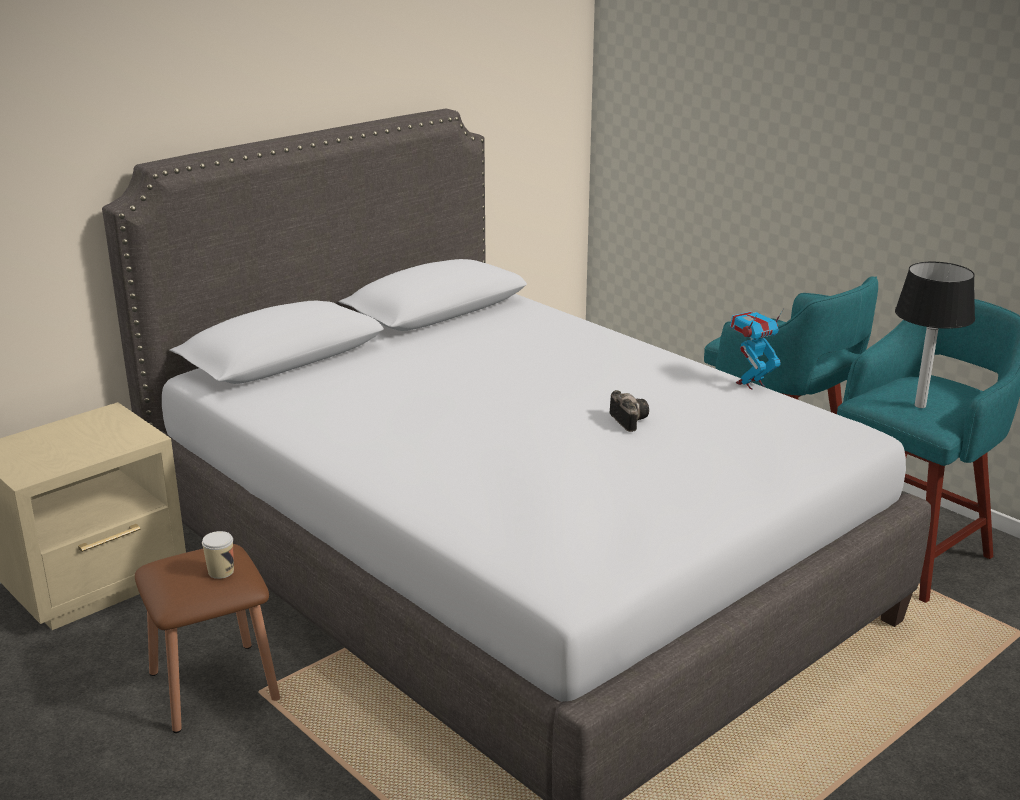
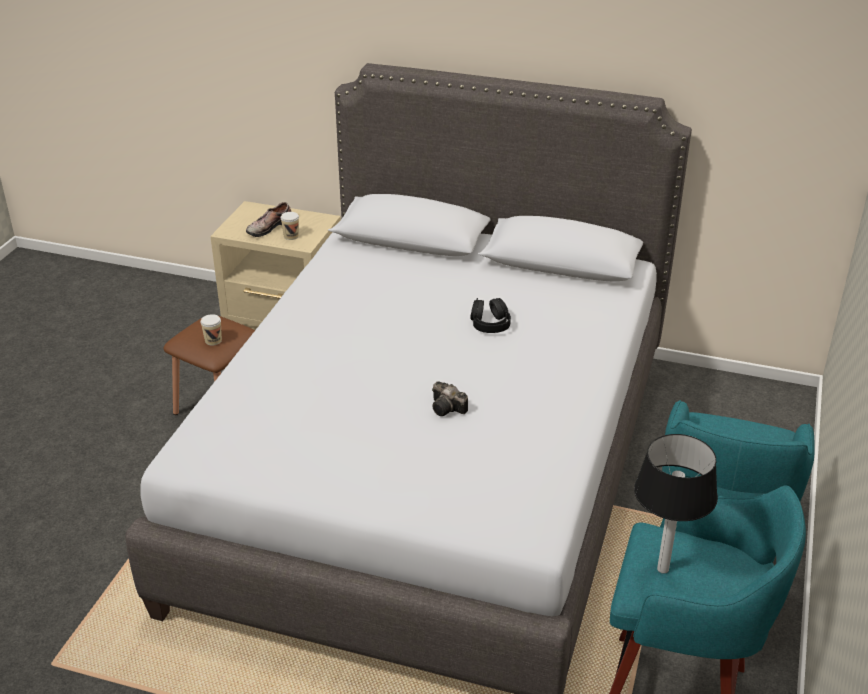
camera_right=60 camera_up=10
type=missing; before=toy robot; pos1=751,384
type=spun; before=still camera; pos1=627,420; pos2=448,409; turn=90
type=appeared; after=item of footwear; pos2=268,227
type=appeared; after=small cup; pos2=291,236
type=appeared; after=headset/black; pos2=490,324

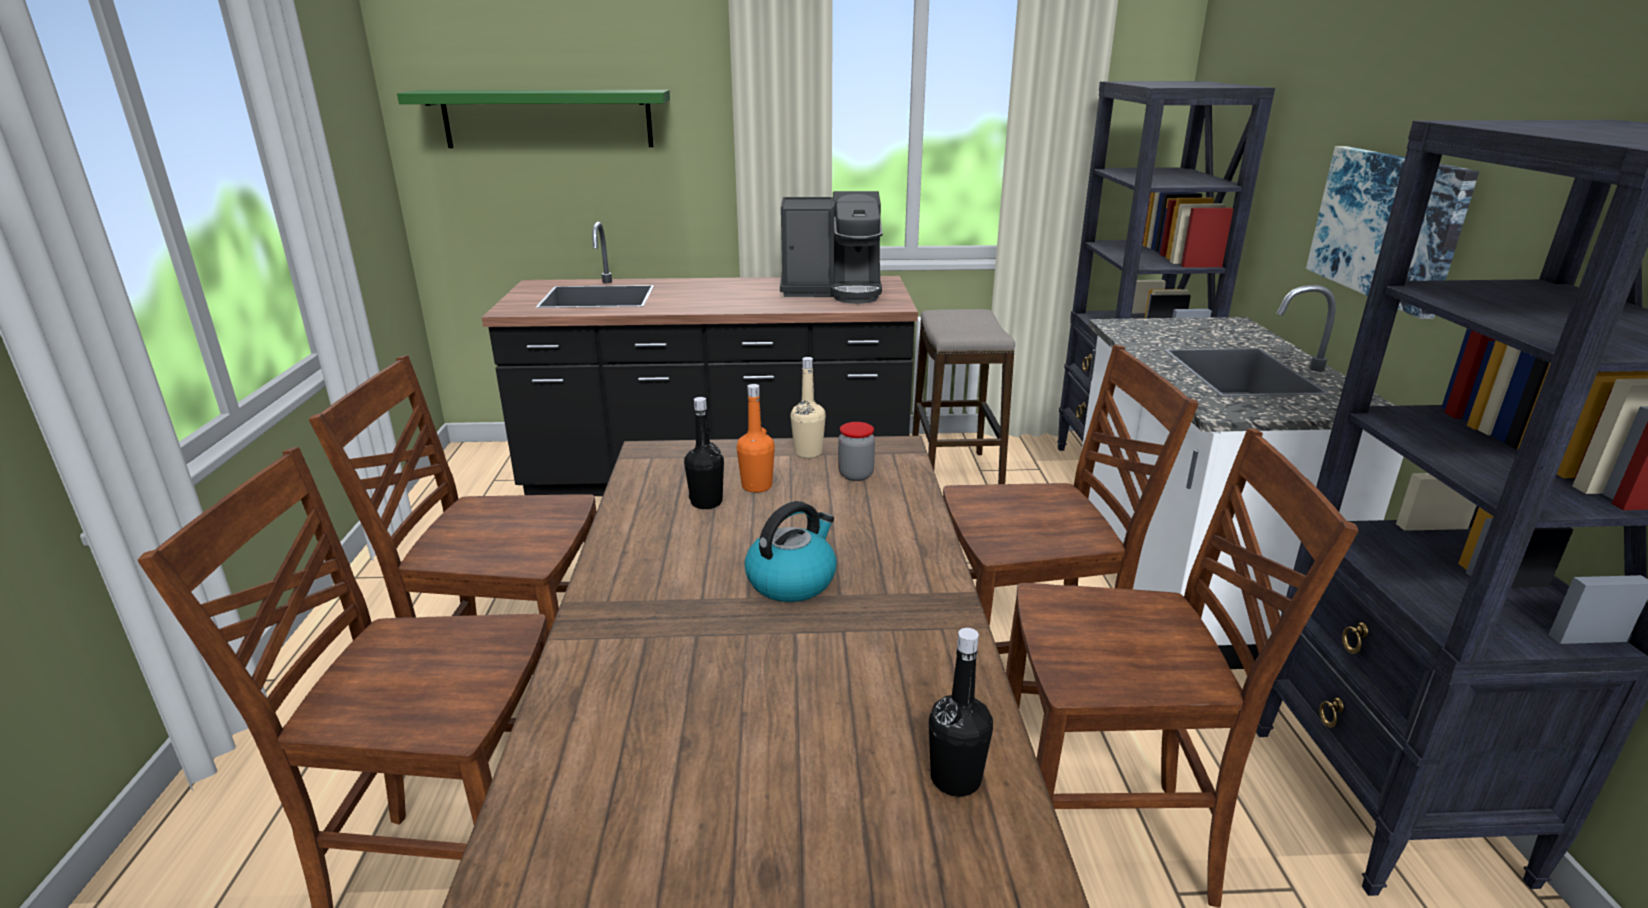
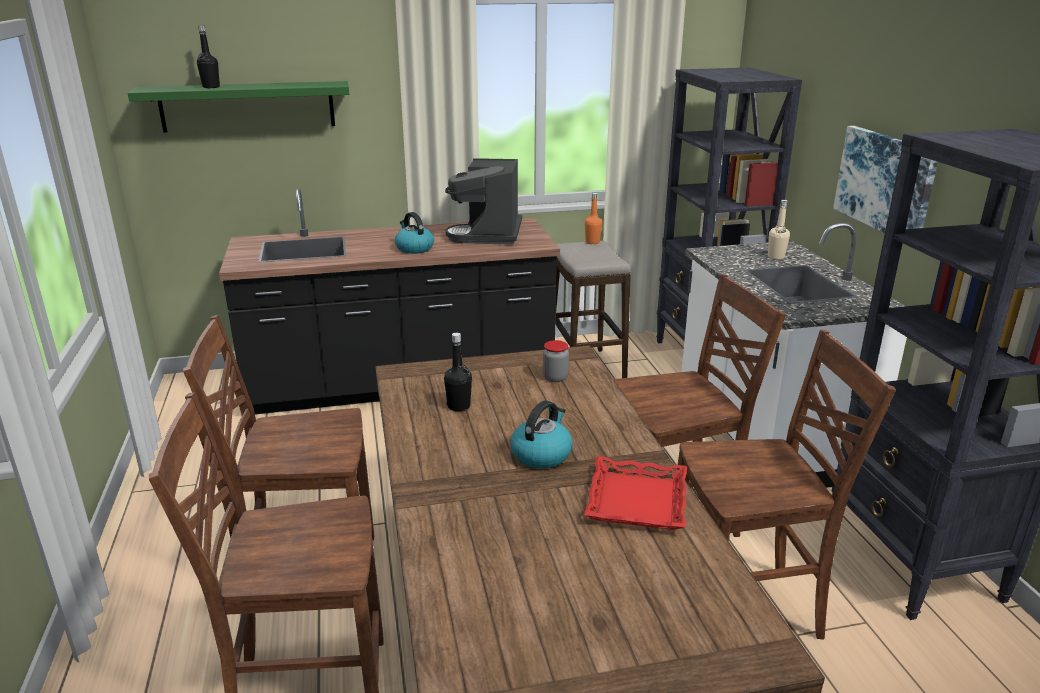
camera_right=-10 camera_up=0
type=spun; before=coffee machine; pos1=833,291; pos2=489,234; turn=105
type=relocated; before=beverage bottle/sand-coloured; pos1=808,453; pos2=776,257
type=relocated; before=beverage bottle/orange-coloured; pos1=757,486; pos2=592,242
type=relocated; before=beverage bottle/black; pos1=955,778; pos2=211,87
type=appeared; after=kettle; pos2=414,248
type=appeared; after=tray/reddish; pos2=638,501

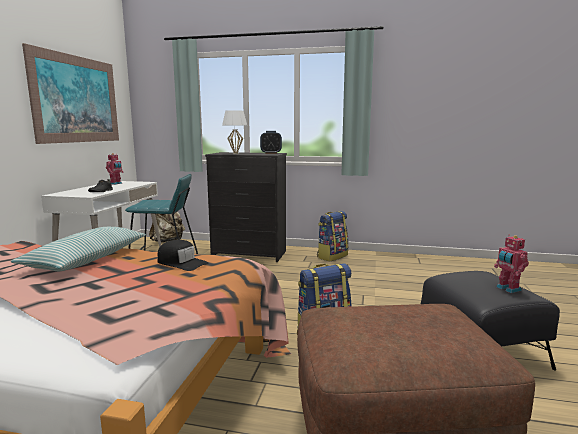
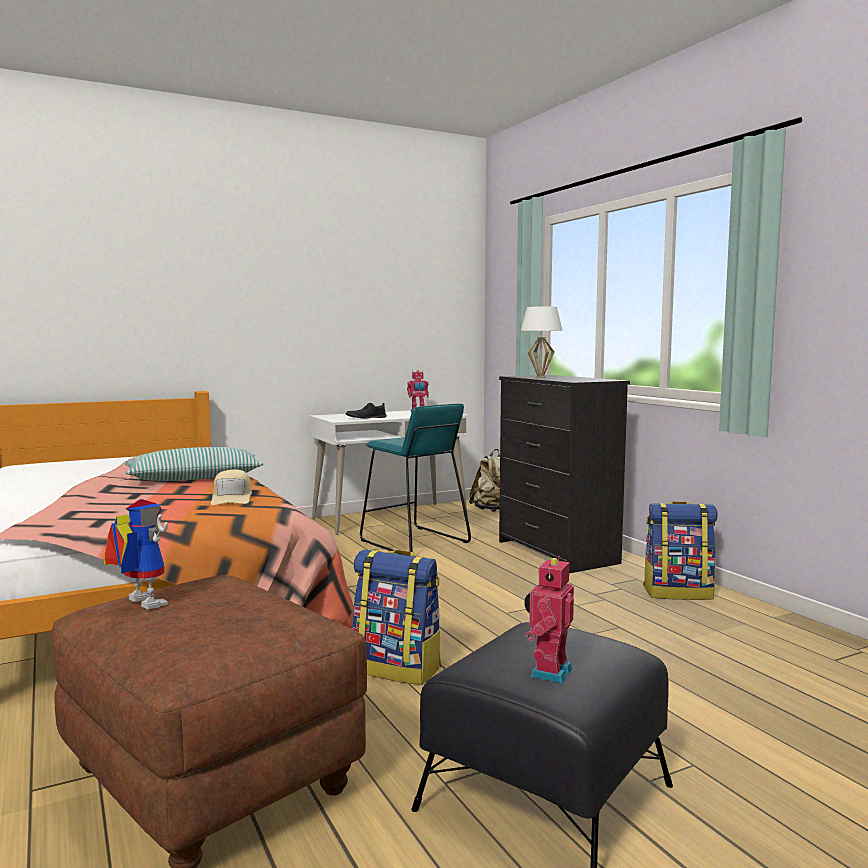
camera_right=50 camera_up=-5
type=missing; before=picture; pos1=77,99
type=missing; before=alarm clock; pos1=271,153
type=colour; before=cap/black; after=cap/sand-coloured; pos1=181,263; pos2=232,498
type=appeared; after=toy robot; pos2=138,603

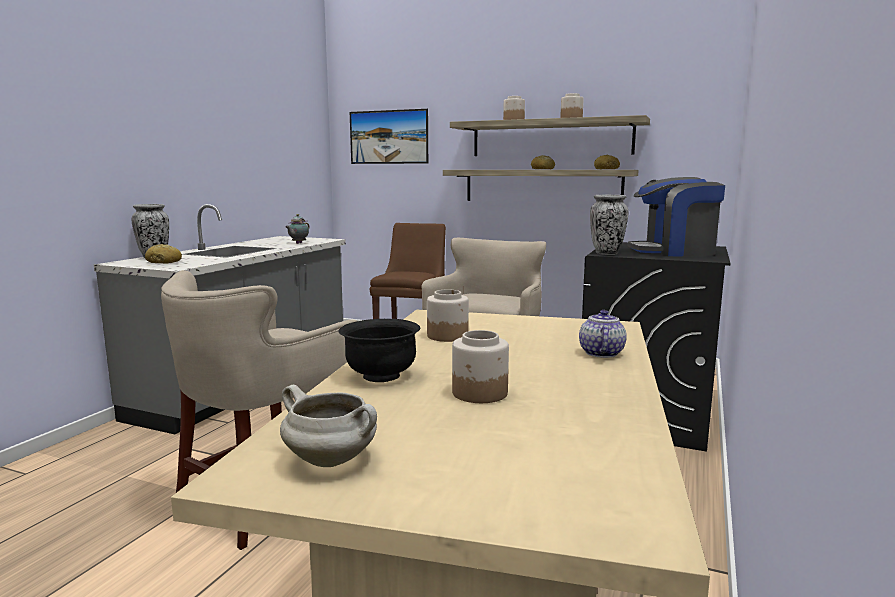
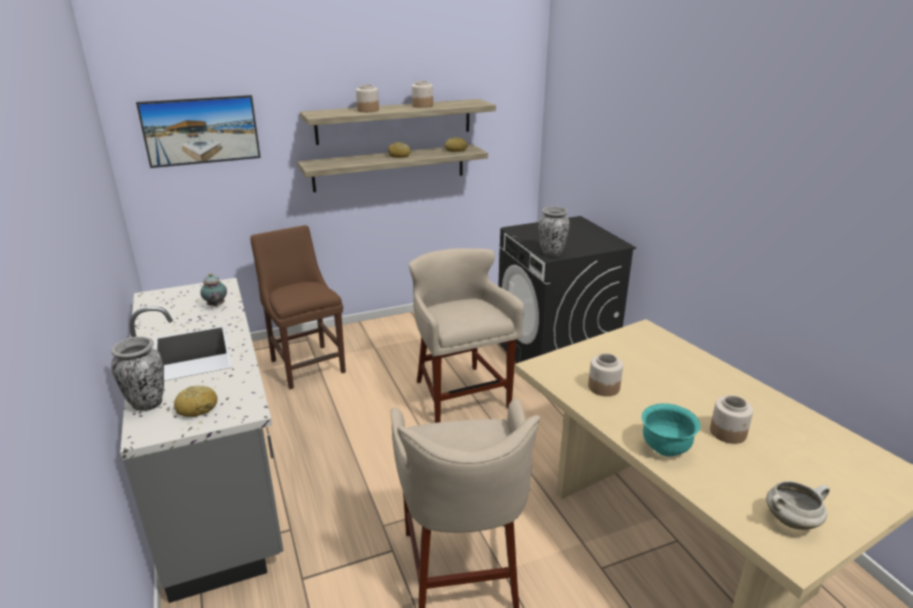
camera_right=-45 camera_up=15
type=missing; before=coffee machine; pos1=674,252
type=missing; before=teapot; pos1=600,353
type=colour; before=deep dish/black; after=deep dish/turquoise-coloured; pos1=380,376; pos2=665,448

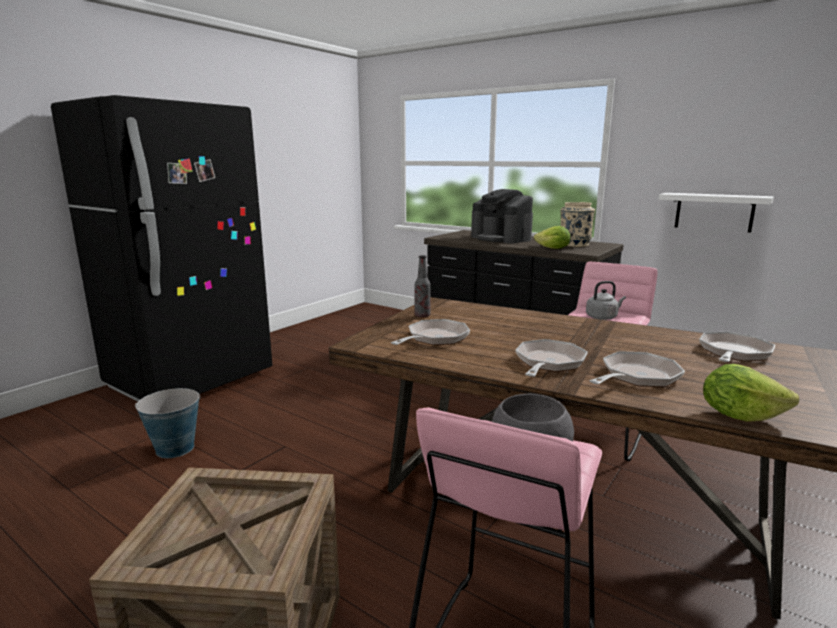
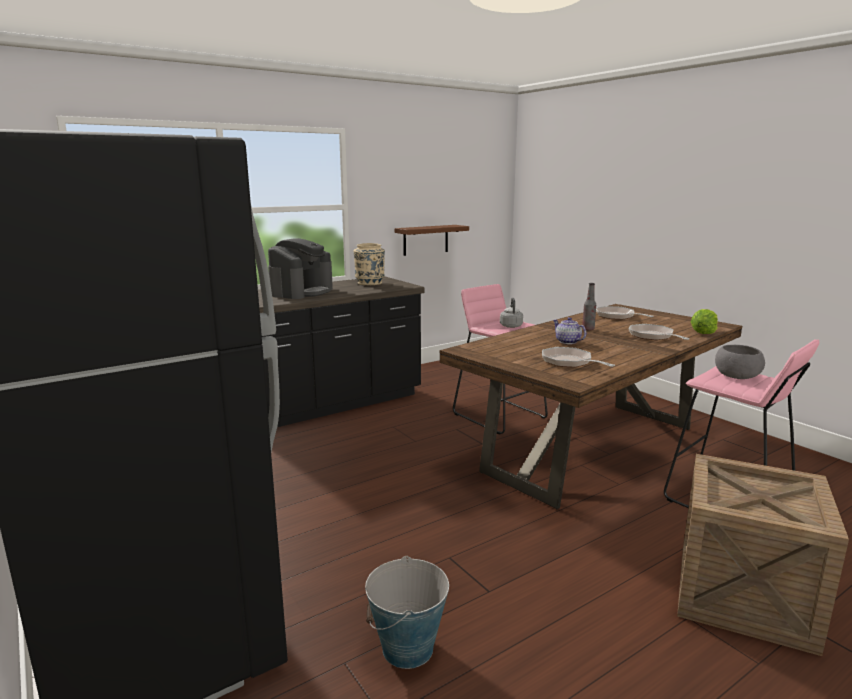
camera_right=-70 camera_up=0
type=spun; before=coffee machine; pos1=501,238; pos2=302,292; turn=-45
type=colour; before=shelf/white; after=shelf/brown-coloured; pos1=714,212; pos2=425,240
type=missing; before=head of lettuce; pos1=553,249
type=relocated; before=beverage bottle; pos1=422,316; pos2=588,329
type=missing; before=skillet; pos1=548,363
type=appeared; after=teapot; pos2=567,342

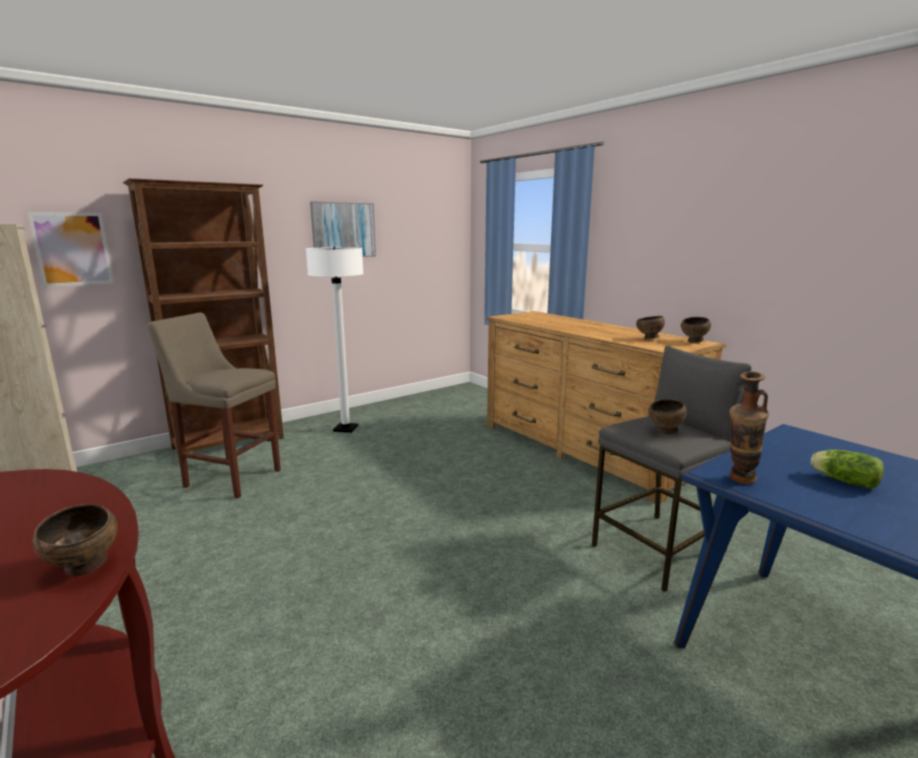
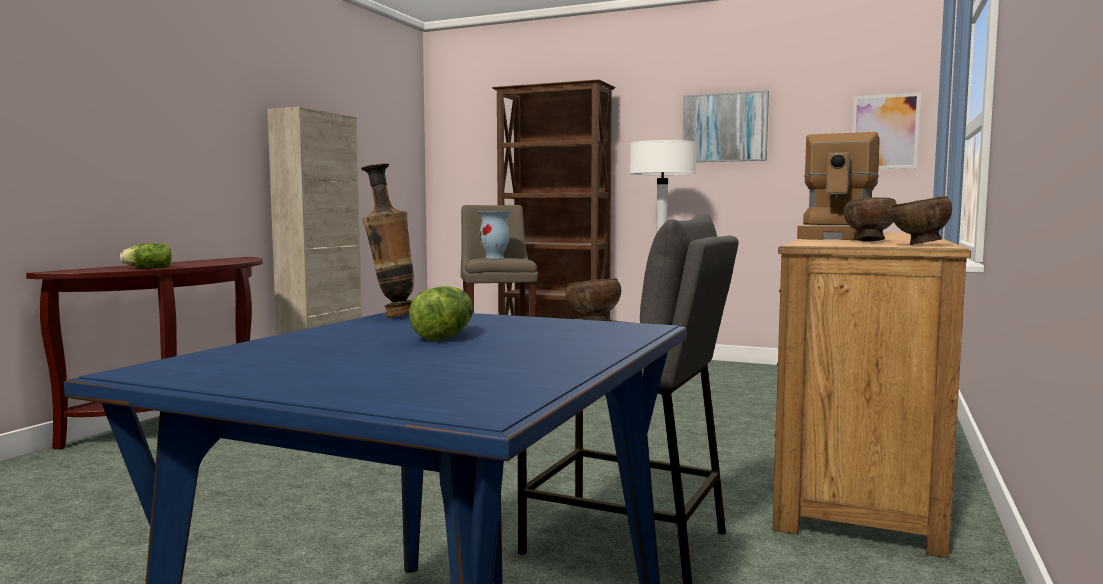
camera_right=60 camera_up=-10
type=relocated; before=picture; pos1=72,249; pos2=884,132
type=exchanged; before=deep dish/brown-coloured; after=head of lettuce; pos1=86,568; pos2=146,268
type=appeared; after=coffee machine; pos2=839,237
type=appeared; after=vase; pos2=495,257

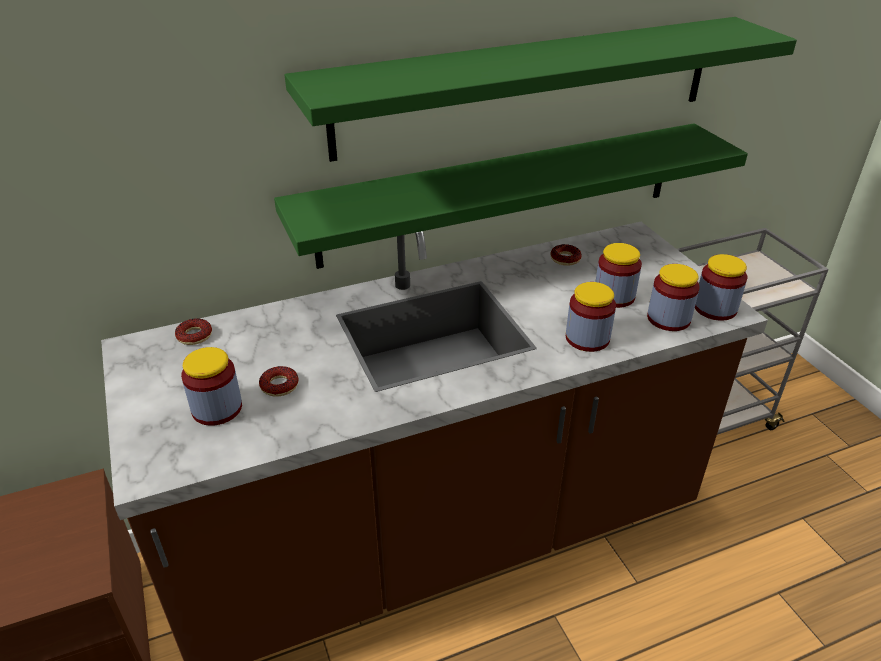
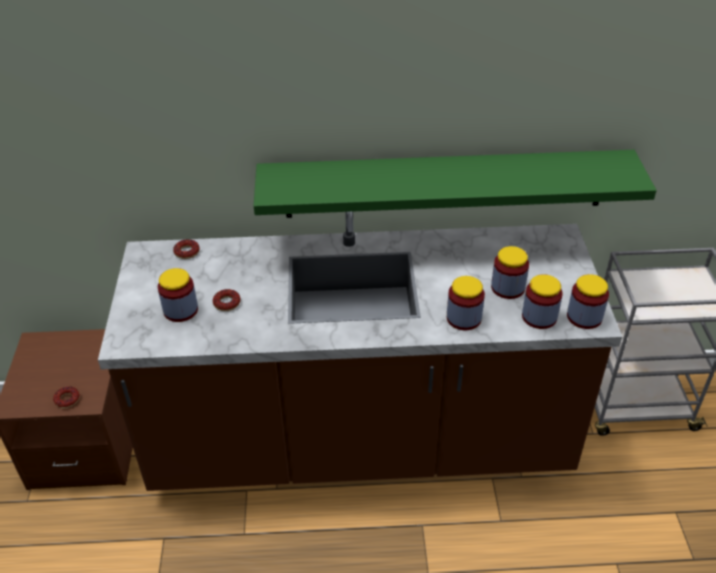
camera_right=20 camera_up=5
type=missing; before=shelf/greenish; pos1=529,86
type=relocated; before=ring doughnut; pos1=565,258; pos2=67,399

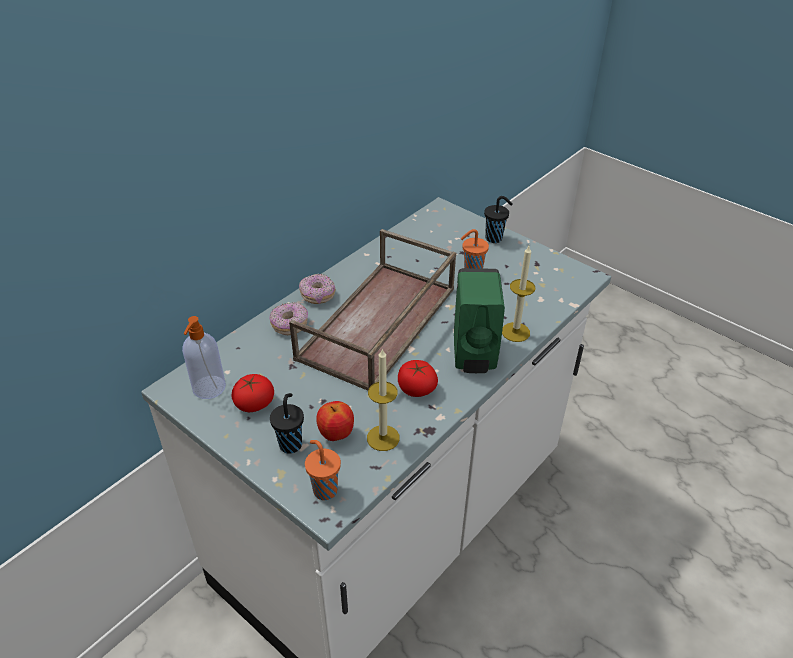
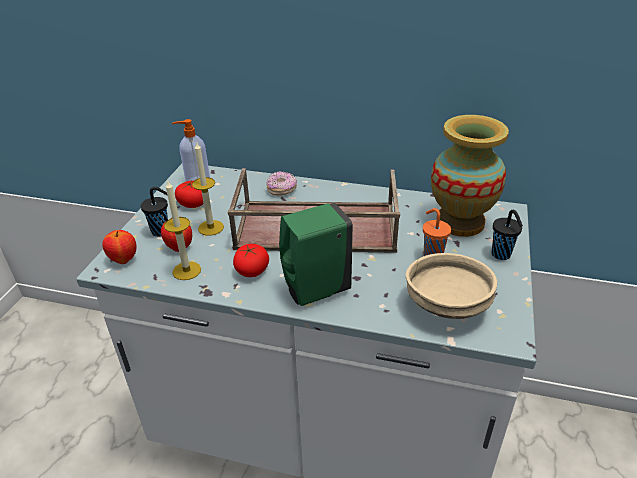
camera_right=65 camera_up=-5
type=relocated; before=wax light; pos1=515,332; pos2=211,228
type=missing; before=ring doughnut; pos1=318,295
type=exchanged; before=small cup/orange-coloured; after=whole apple; pos1=324,489; pos2=123,260
type=appeared; after=vase; pos2=460,222
type=appeared; after=deep dish/sand-coloured; pos2=446,305

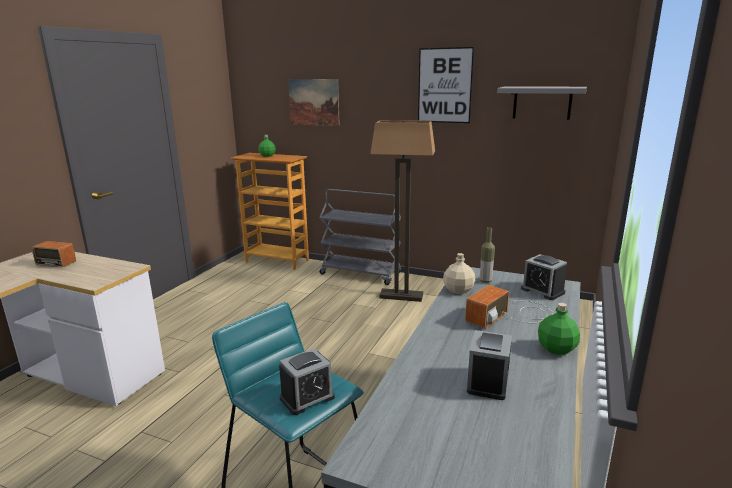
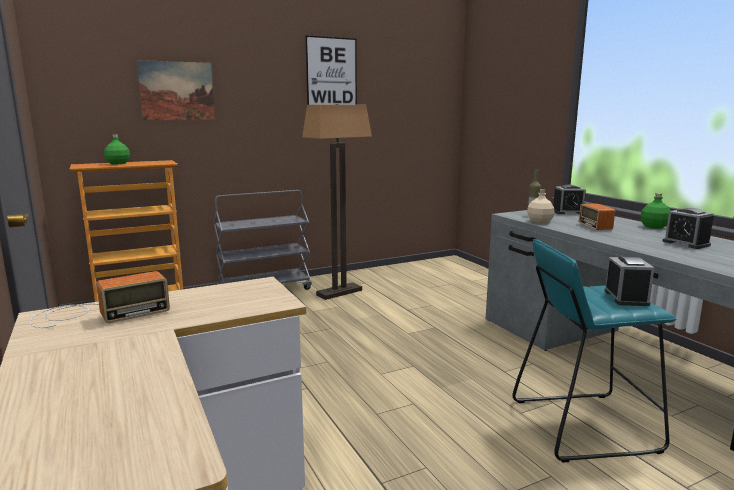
camera_right=-50 camera_up=-5
type=missing; before=shelf/gray; pos1=542,102

